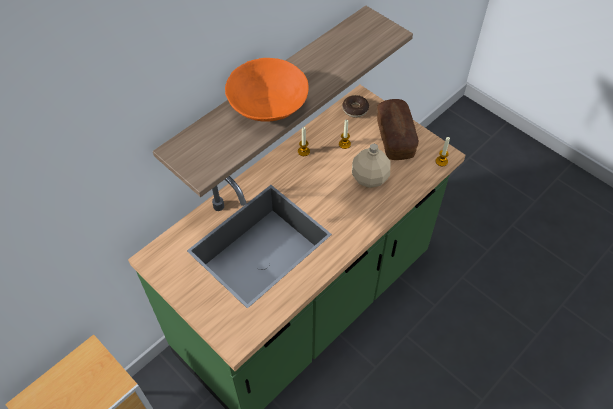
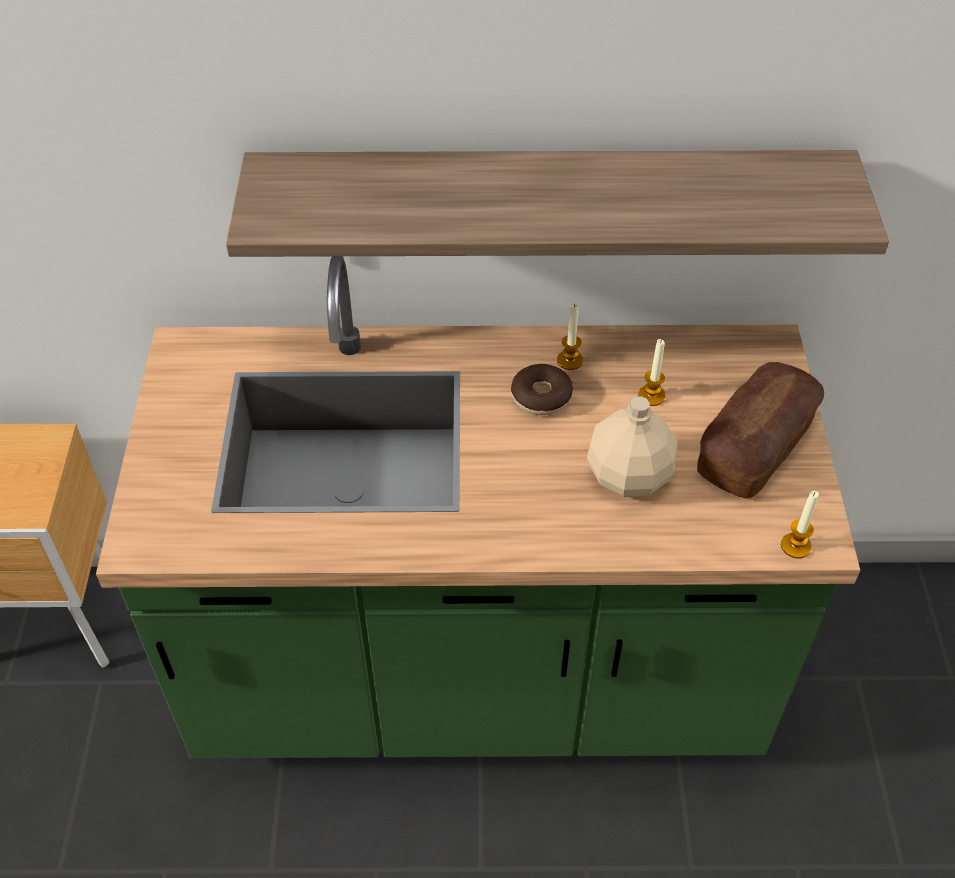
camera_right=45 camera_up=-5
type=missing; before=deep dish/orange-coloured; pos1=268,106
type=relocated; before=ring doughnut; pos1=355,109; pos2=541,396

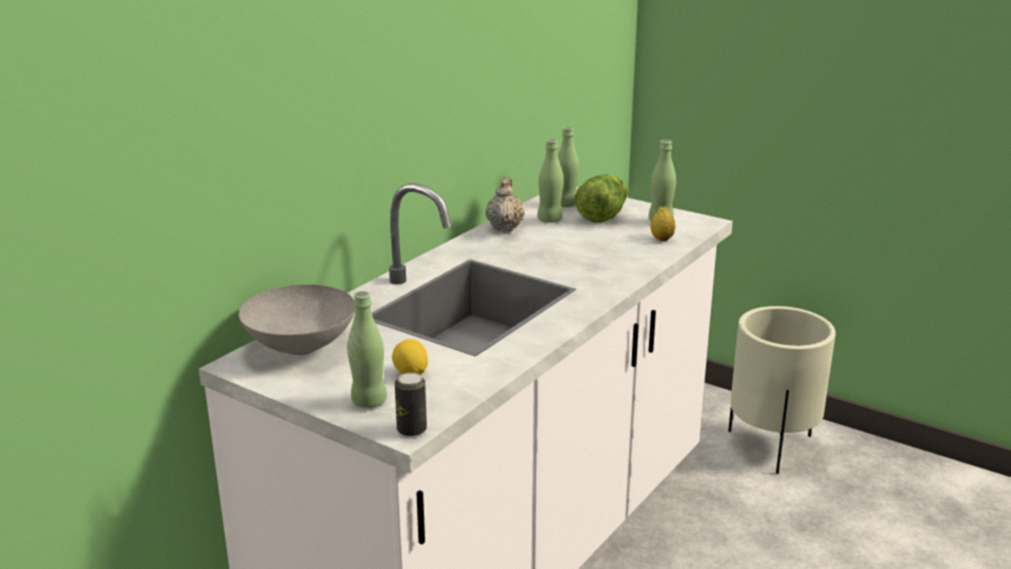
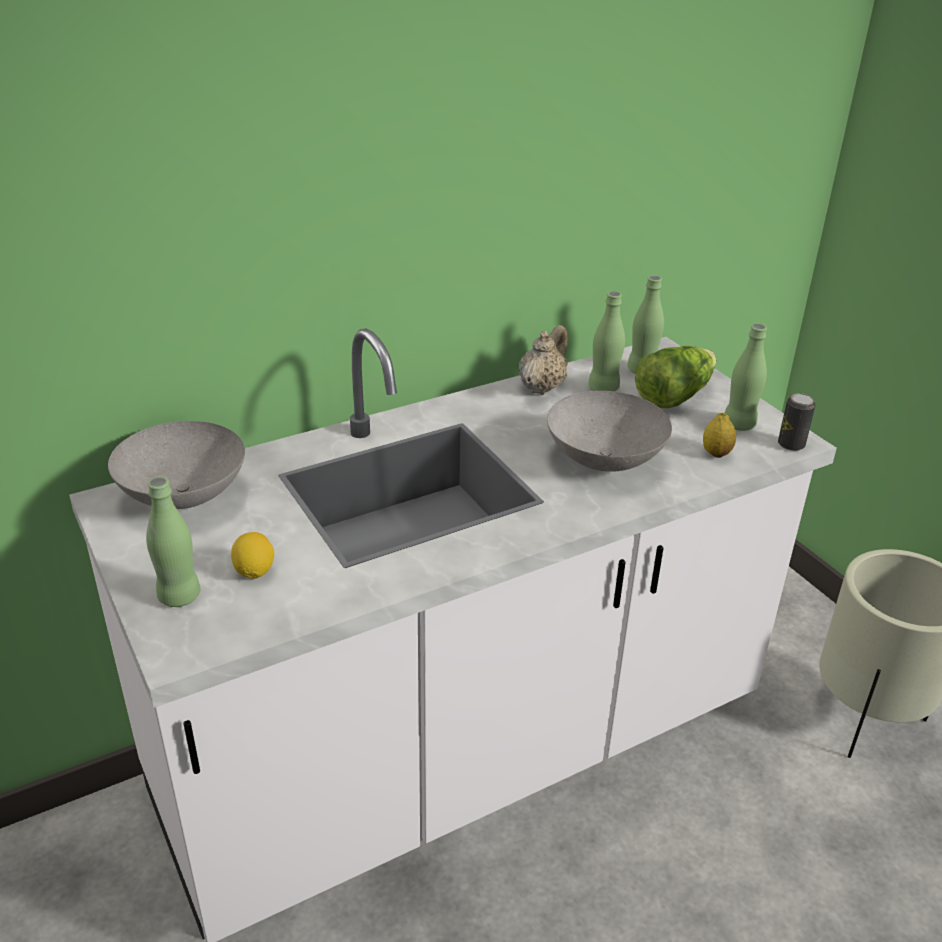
camera_right=25 camera_up=10
type=relocated; before=metal can; pos1=411,430; pos2=791,444
type=appeared; after=deep dish/gray; pos2=602,461

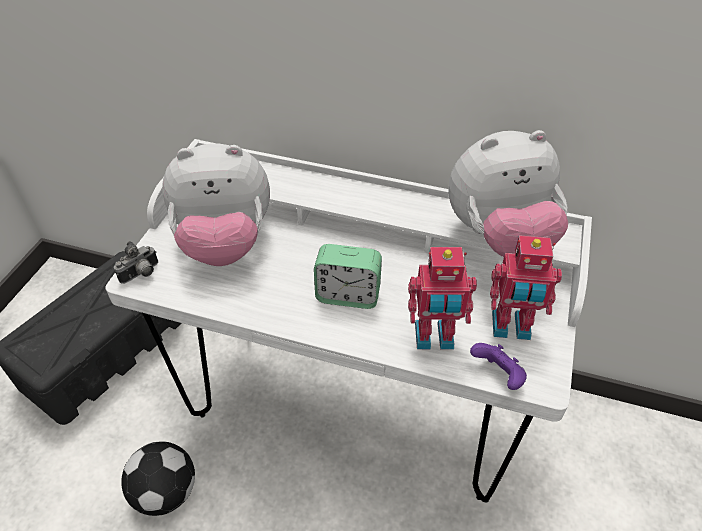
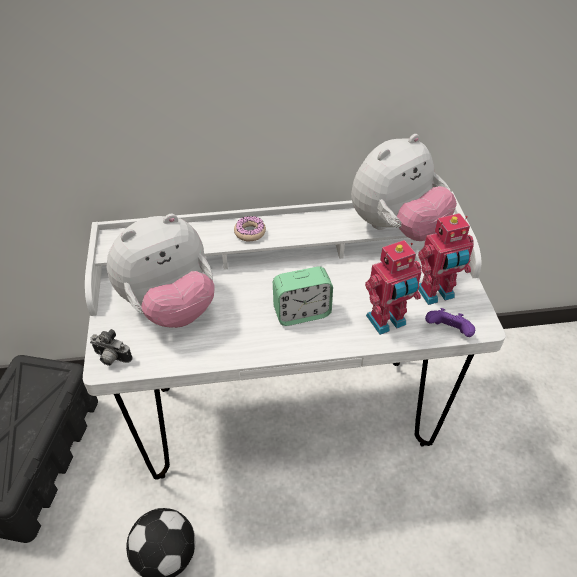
camera_right=-25 camera_up=0
type=spun; before=still camera; pos1=141,274; pos2=111,358; turn=90
type=appeared; after=ring doughnut; pos2=250,232

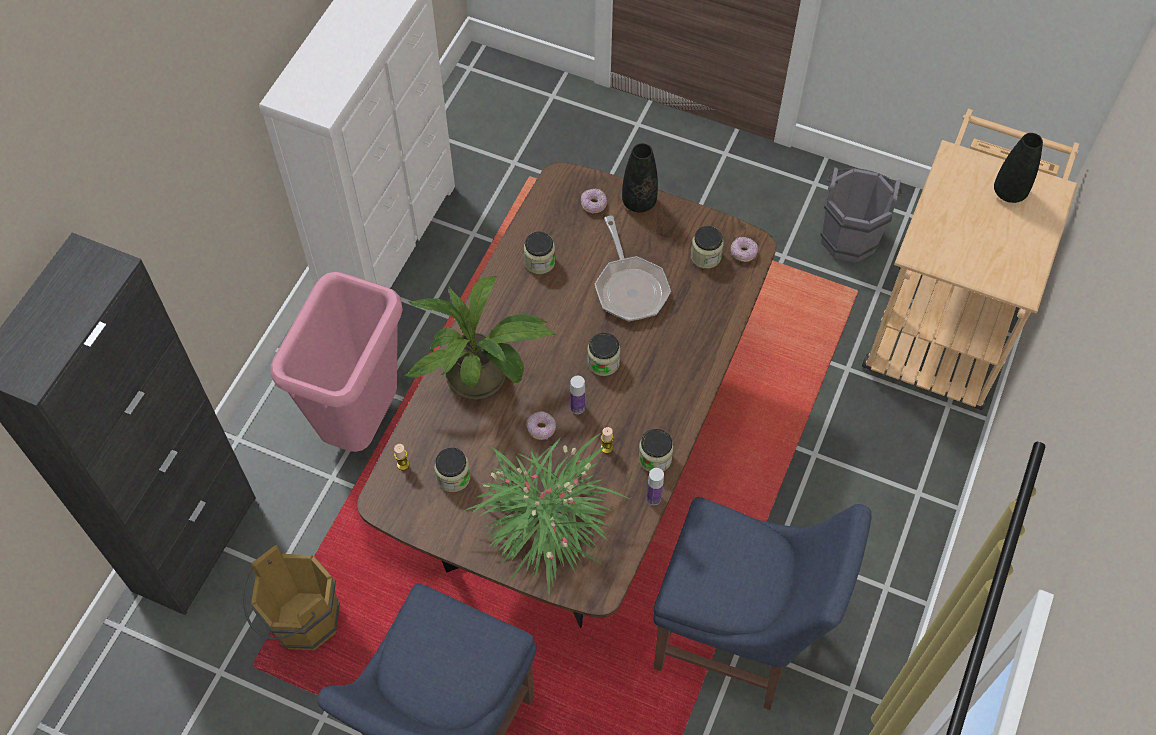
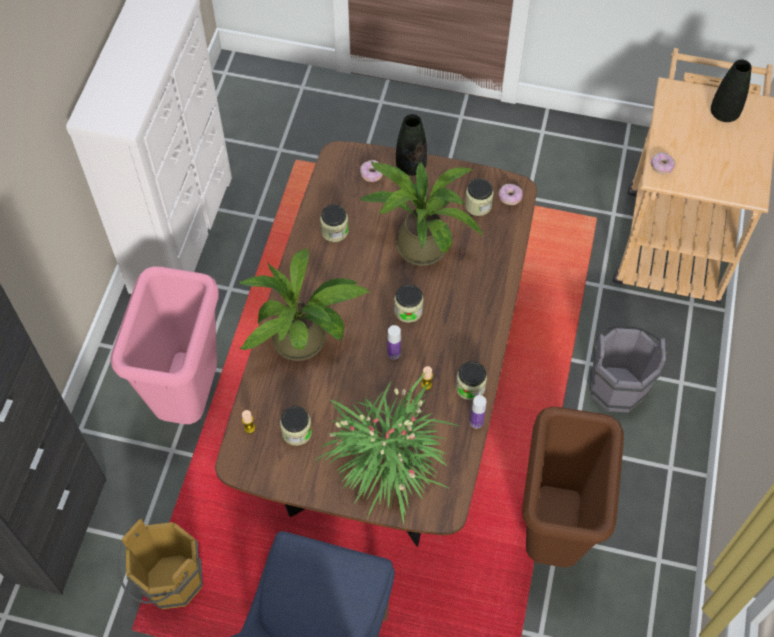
camera_right=-10 camera_up=0
type=relocated; before=bucket/gray; pos1=850,235; pos2=616,384
type=exchanged; before=skillet; after=plant in a pot; pos1=630,287; pos2=418,242
type=relocated; before=ring doughnut; pos1=541,429; pos2=661,167
type=exchanged; before=upright chair/blue; after=waste bin/brown-coloured; pos1=736,641; pos2=553,535

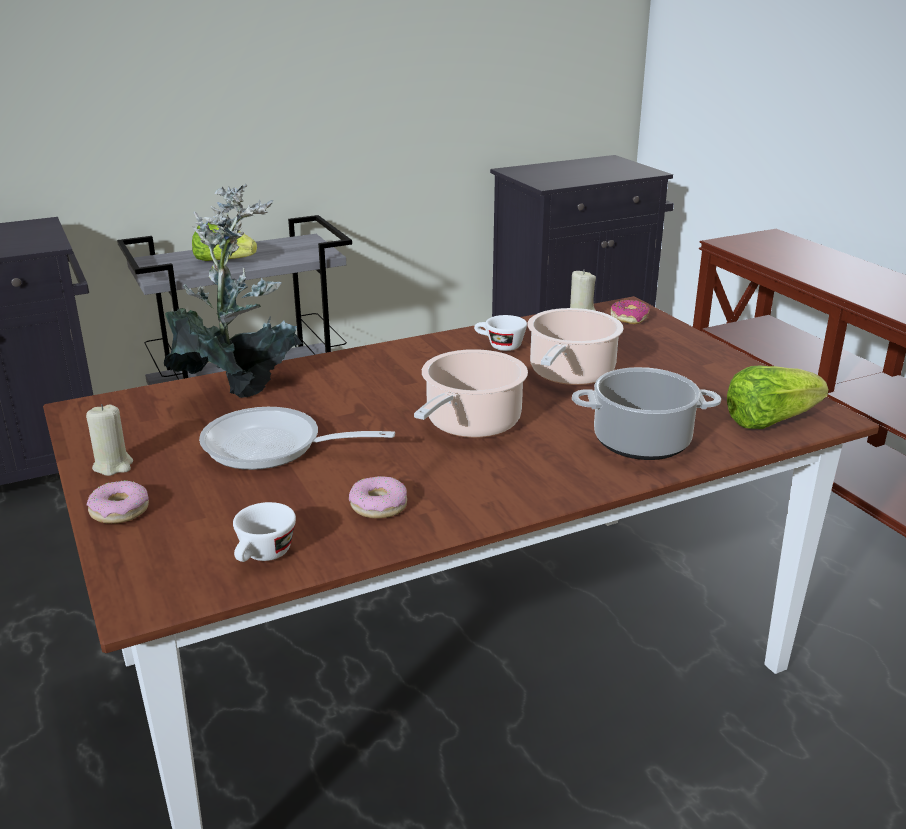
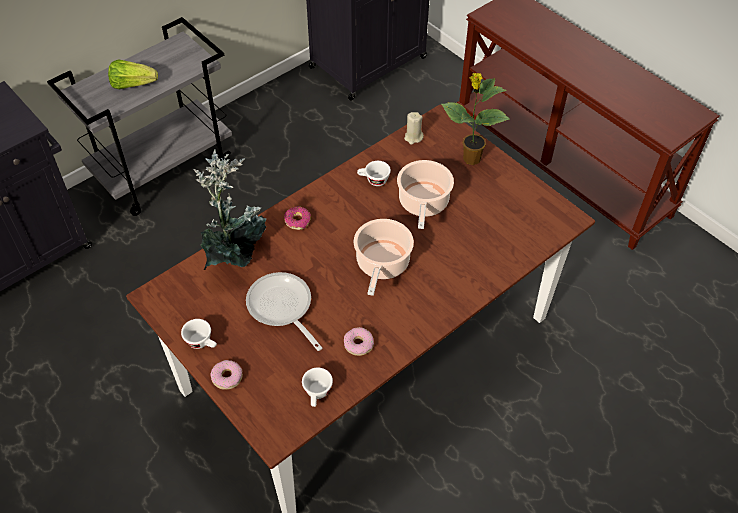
camera_right=-15 camera_up=25
type=relocated; before=ring doughnut; pos1=629,318; pos2=298,221
type=missing; before=head of lettuce; pos1=768,421
type=missing; before=cooking pot; pos1=640,442
type=exchanged; before=wax light/sand-coloured; after=small cup/white; pos1=113,465; pos2=202,342
type=spun; before=skillet; pos1=272,447; pos2=282,308; turn=60
type=appeared; after=plant in a pot; pos2=470,159

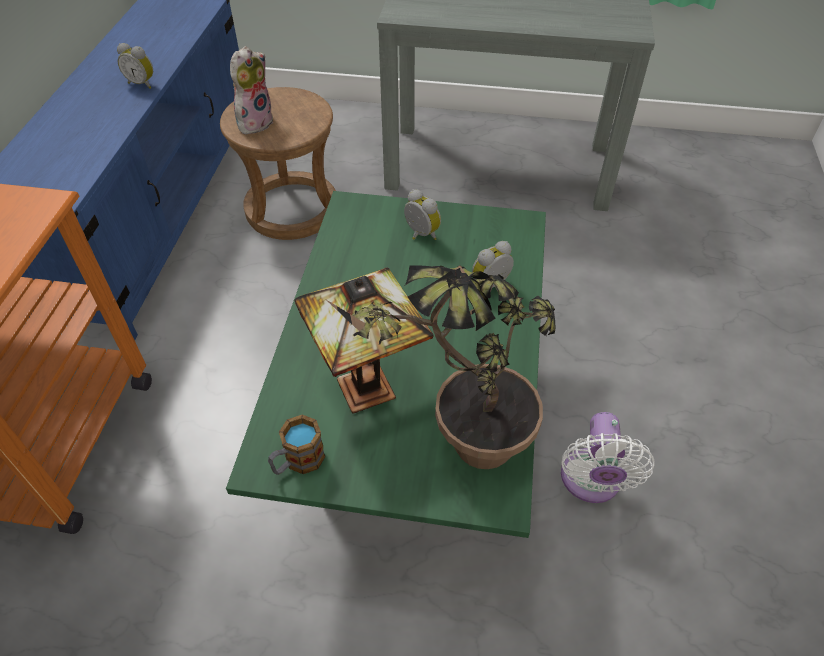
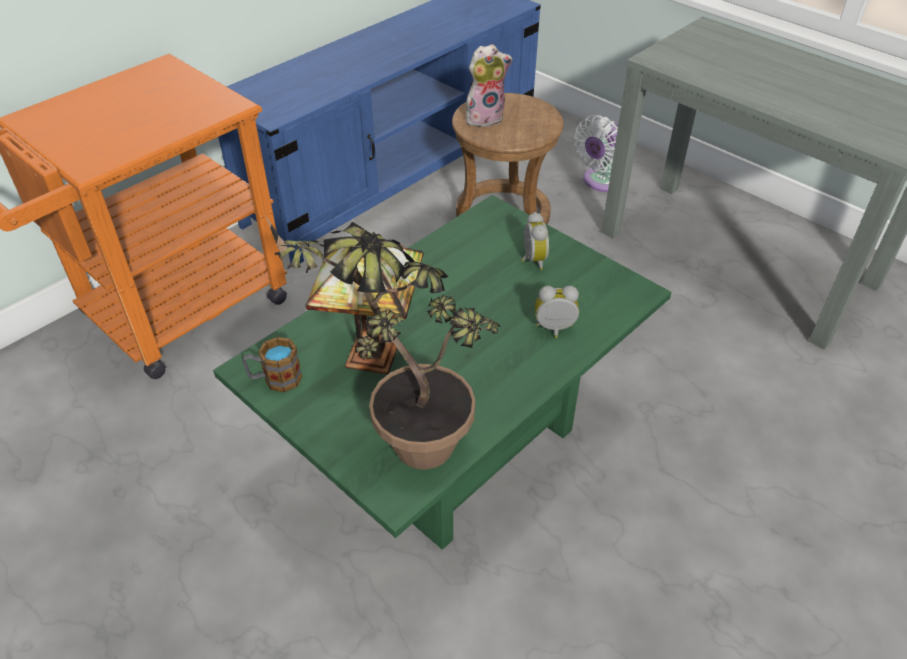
camera_right=35 camera_up=-5
type=missing; before=alarm clock; pos1=142,83
type=relocated; before=fan/white; pos1=590,482; pos2=601,182

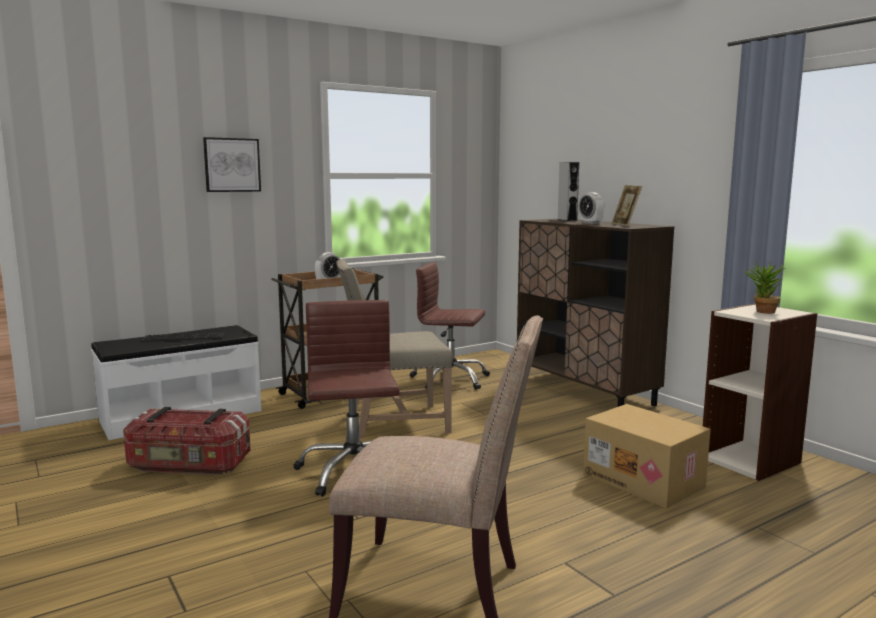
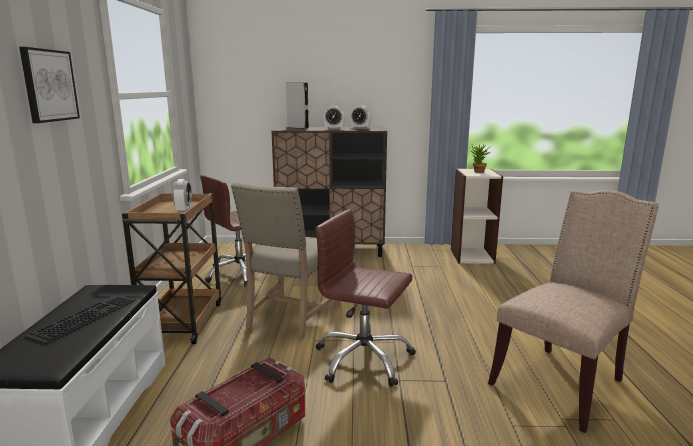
camera_right=-55 camera_up=5
type=exchanged; before=picture frame; after=alarm clock; pos1=625,225; pos2=360,128
type=missing; before=packing box; pos1=645,480

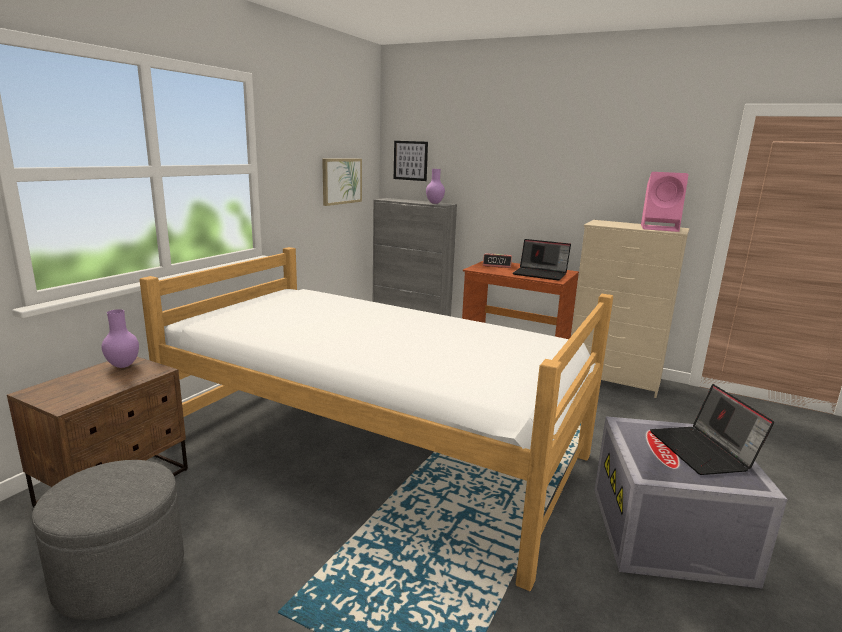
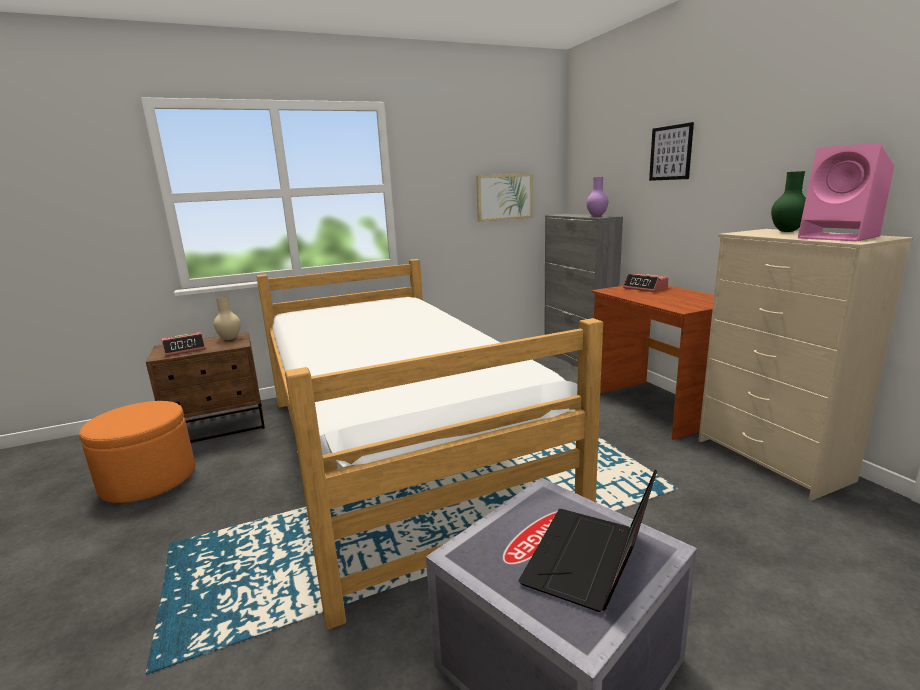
camera_right=40 camera_up=0
type=relocated; before=picture; pos1=410,160; pos2=670,153
type=missing; before=portable computer; pos1=541,274
type=colour; before=vase/purple-coloured; after=vase/sand-coloured; pos1=122,366; pos2=229,339
type=colour; before=footrest/gray; after=footrest/orange-coloured; pos1=120,574; pos2=148,480
type=appeared; after=vase/greenish; pos2=787,231
type=appeared; after=alarm clock; pos2=185,349

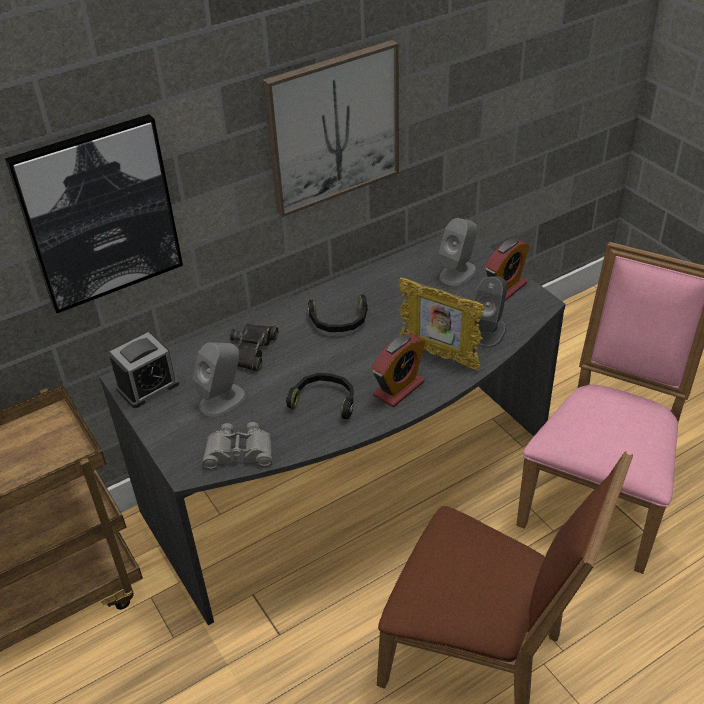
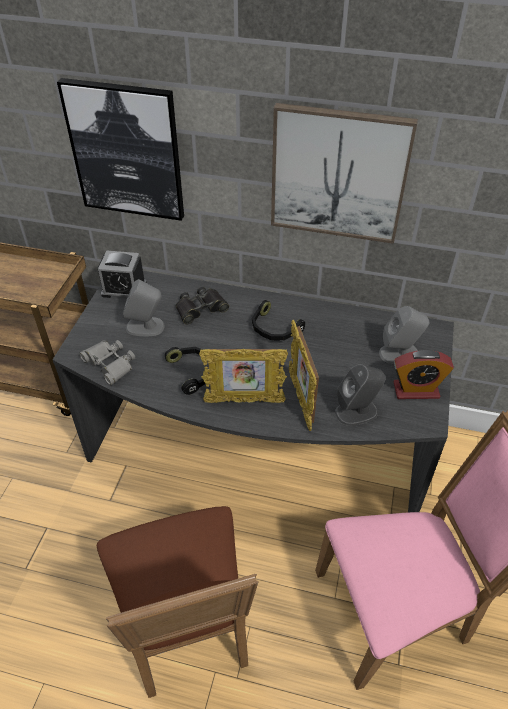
camera_right=45 camera_up=5
type=exchanged; before=alarm clock; after=picture frame; pos1=399,389; pos2=244,401

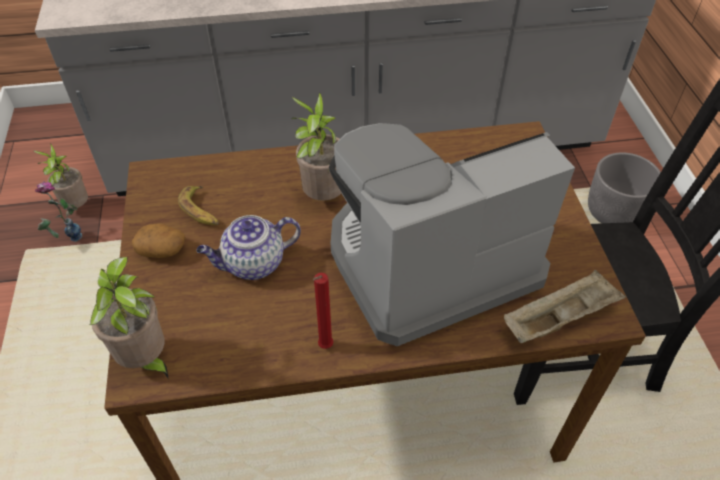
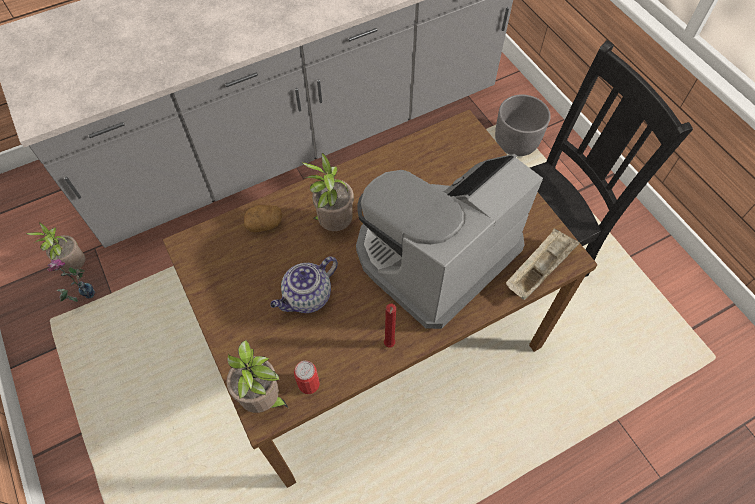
camera_right=-20 camera_up=10
type=missing; before=whole banana; pos1=201,211
type=relocated; before=spud; pos1=162,249; pos2=264,223
type=appeared; after=metal can; pos2=308,384

